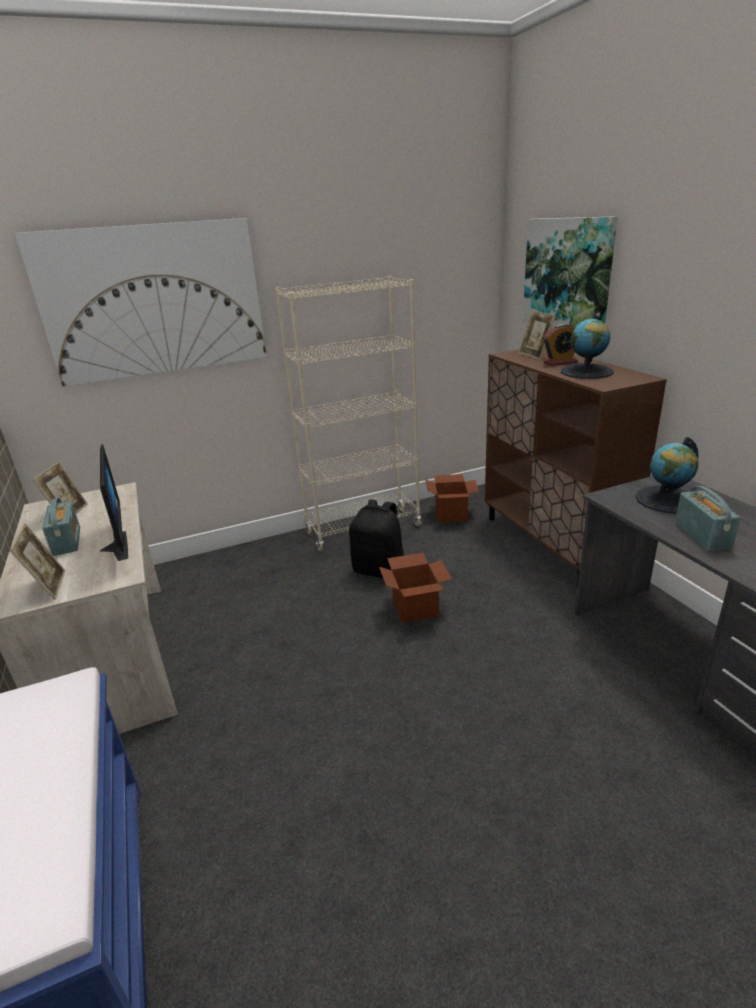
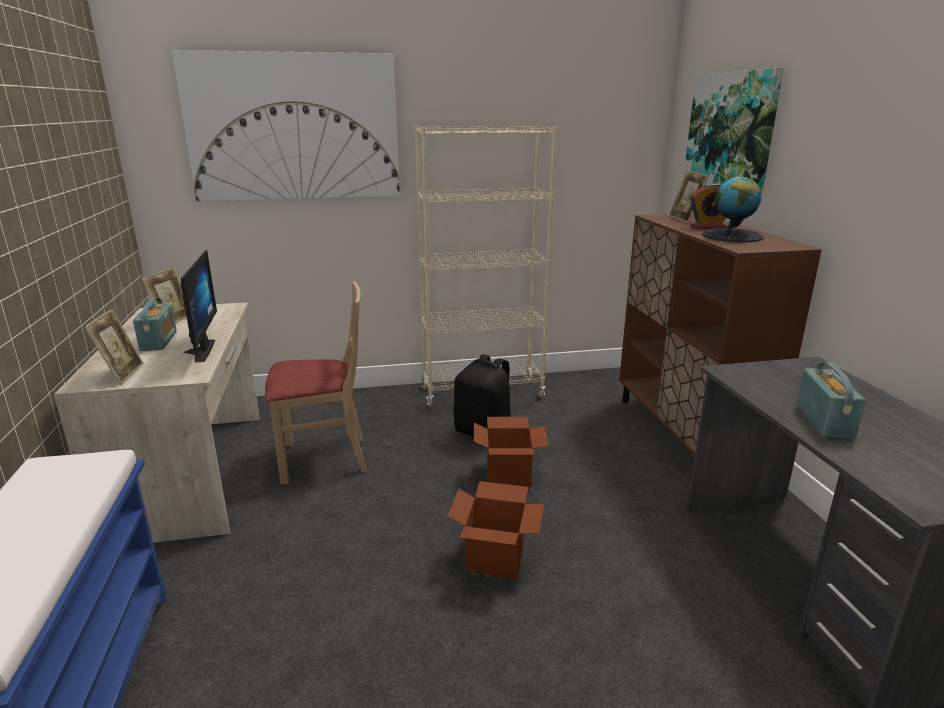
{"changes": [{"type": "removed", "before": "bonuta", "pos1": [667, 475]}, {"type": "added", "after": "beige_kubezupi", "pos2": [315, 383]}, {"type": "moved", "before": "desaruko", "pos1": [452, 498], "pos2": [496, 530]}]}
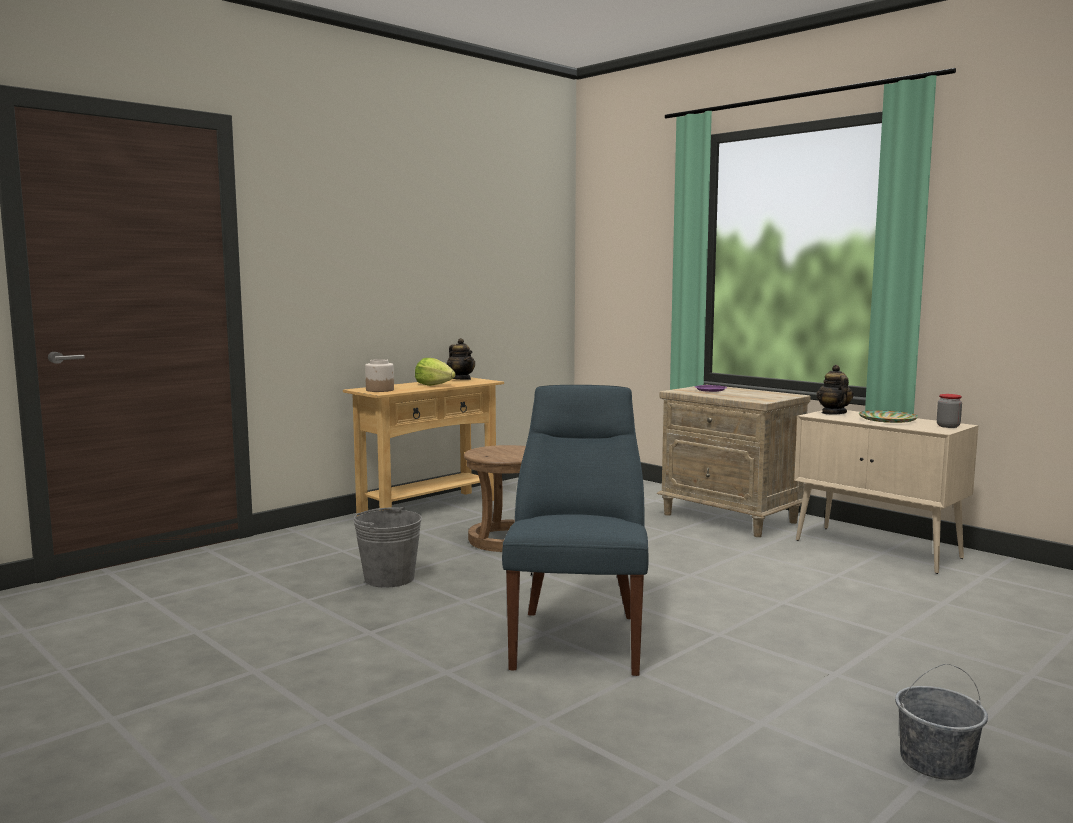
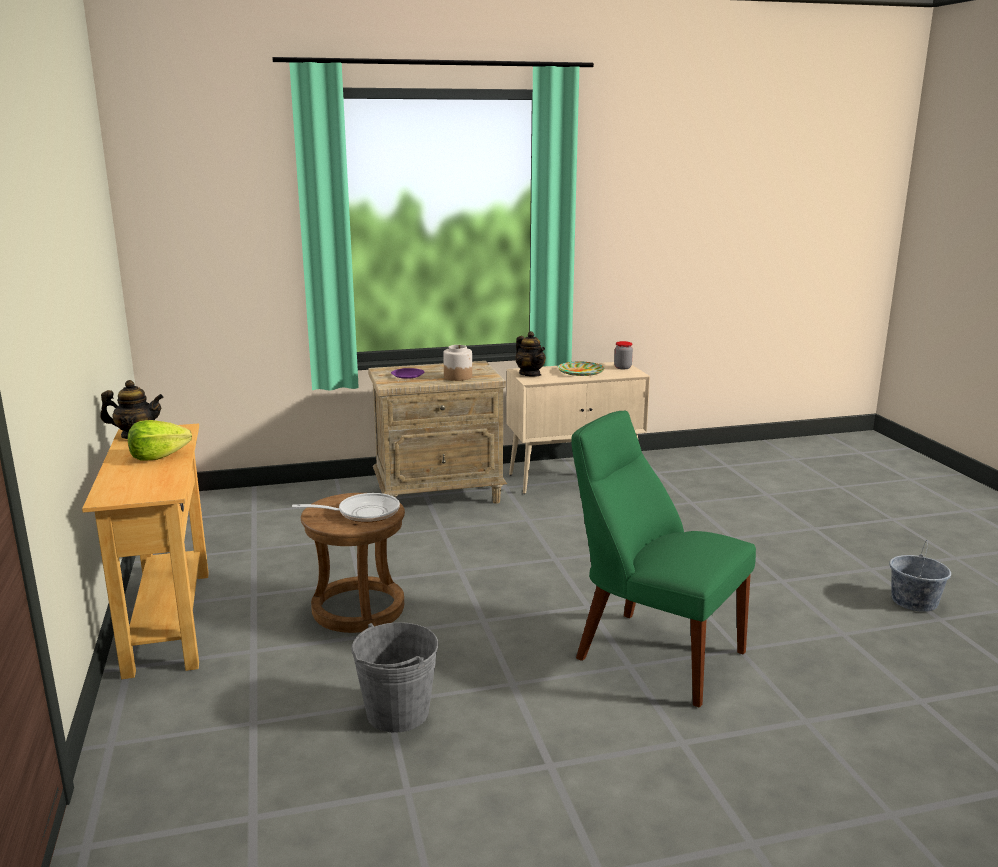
{"changes": [{"type": "added", "after": "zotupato", "pos2": [346, 507]}, {"type": "moved", "before": "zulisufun", "pos1": [379, 375], "pos2": [457, 363]}, {"type": "recoloured", "before": "blue_kubezupi", "after": "green_kubezupi", "pos1": [575, 530], "pos2": [663, 559]}, {"type": "turned", "before": "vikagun", "pos1": [834, 389], "pos2": [530, 354], "turn": -150}]}
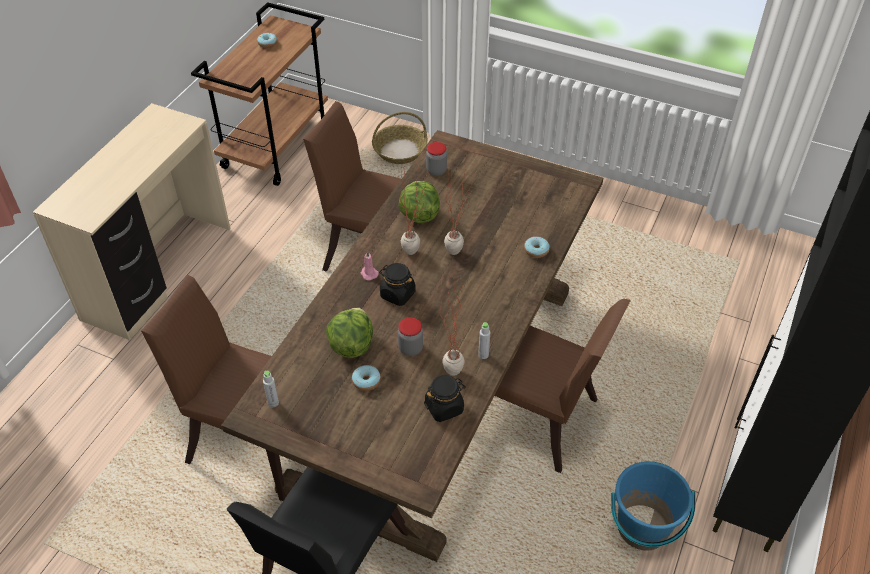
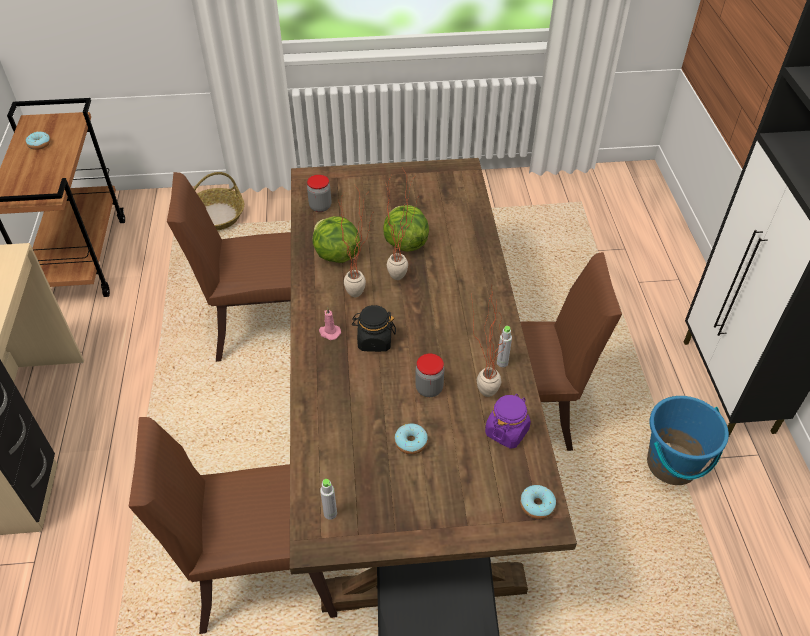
{"changes": [{"type": "moved", "before": "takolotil", "pos1": [349, 333], "pos2": [406, 228]}, {"type": "moved", "before": "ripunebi", "pos1": [537, 247], "pos2": [538, 502]}, {"type": "recoloured", "before": "black_zulisufun", "after": "purple_zulisufun", "pos1": [444, 398], "pos2": [508, 421]}]}
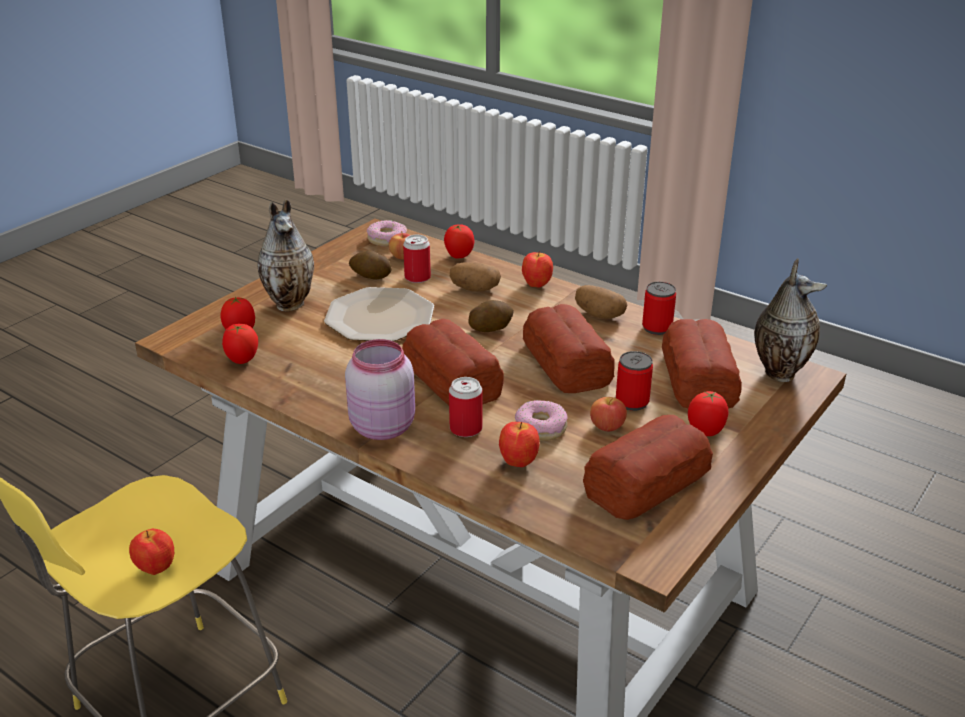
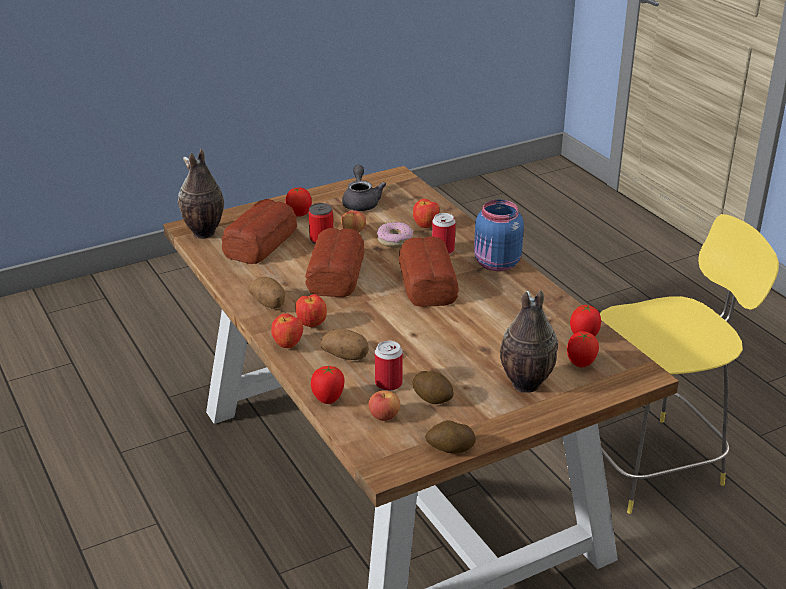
{"changes": [{"type": "removed", "before": "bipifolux", "pos1": [379, 314]}, {"type": "removed", "before": "ripunebi", "pos1": [387, 233]}, {"type": "removed", "before": "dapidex", "pos1": [659, 308]}, {"type": "moved", "before": "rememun", "pos1": [151, 552], "pos2": [311, 310]}, {"type": "moved", "before": "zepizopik", "pos1": [491, 316], "pos2": [450, 436]}, {"type": "replaced", "before": "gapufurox", "after": "grey_vikagun", "pos1": [648, 467], "pos2": [364, 188]}, {"type": "recoloured", "before": "pink_zulisufun", "after": "blue_zulisufun", "pos1": [380, 389], "pos2": [499, 235]}]}
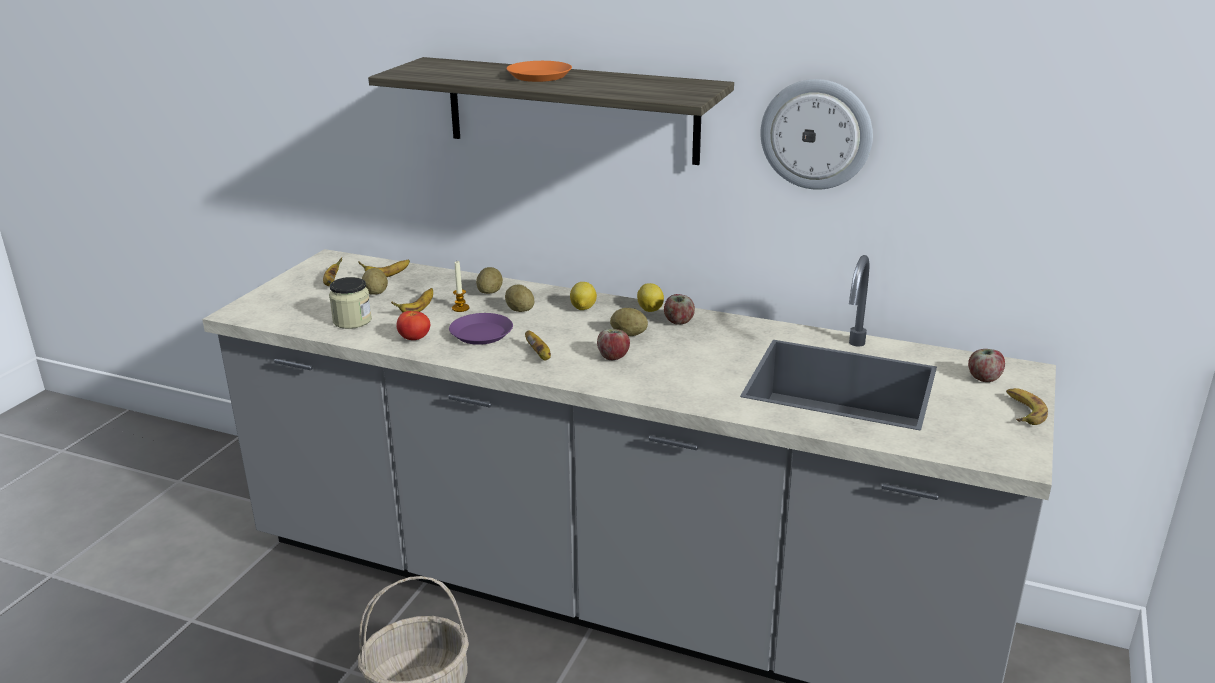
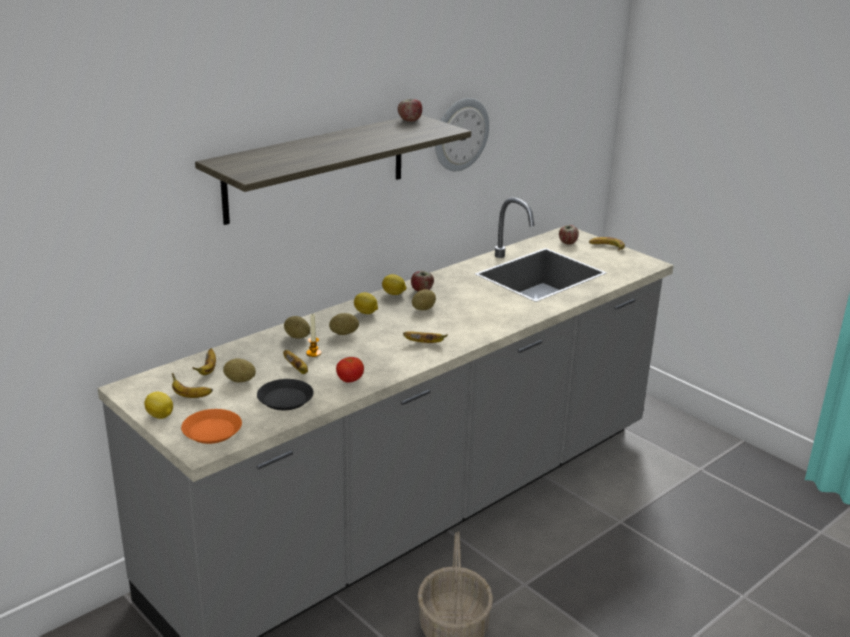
{"changes": [{"type": "removed", "before": "purple_bipifolux", "pos1": [481, 329]}, {"type": "added", "after": "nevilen", "pos2": [158, 405]}, {"type": "moved", "before": "orange_bipifolux", "pos1": [539, 71], "pos2": [211, 426]}, {"type": "moved", "before": "rememun", "pos1": [613, 344], "pos2": [410, 110]}, {"type": "replaced", "before": "zulisufun", "after": "black_bipifolux", "pos1": [350, 303], "pos2": [285, 394]}]}
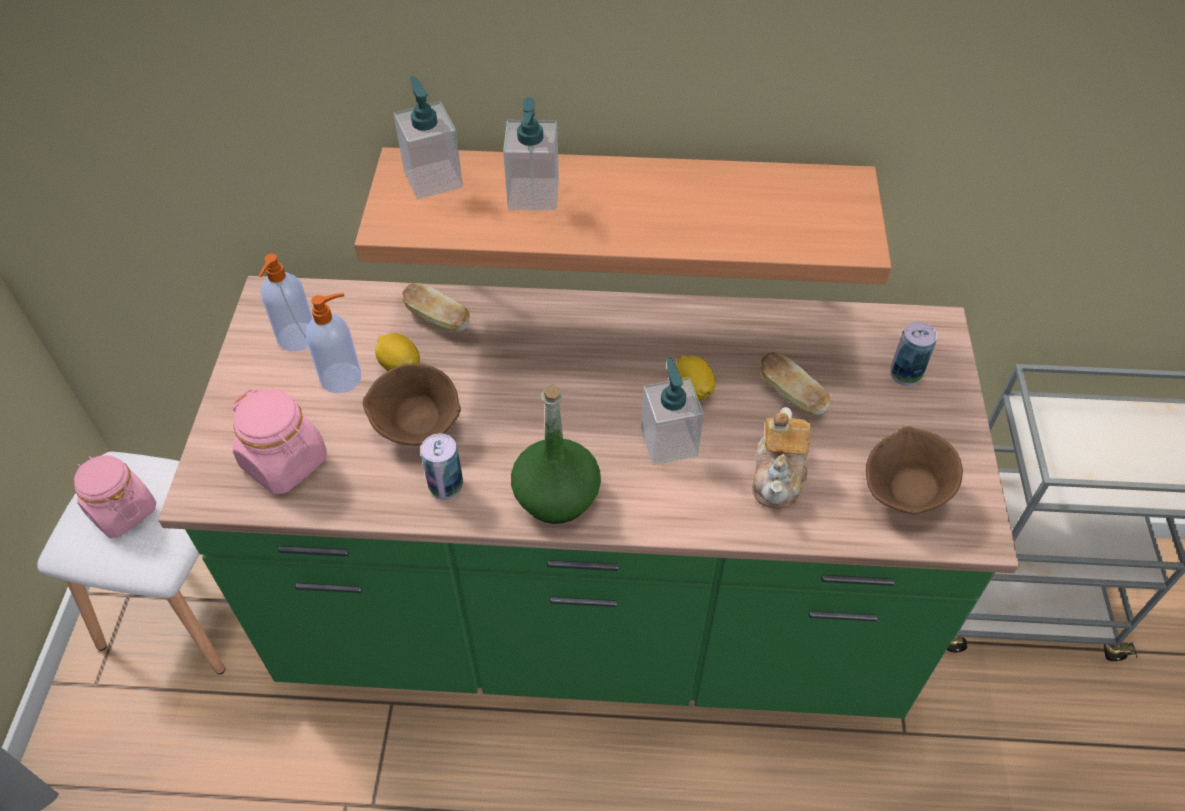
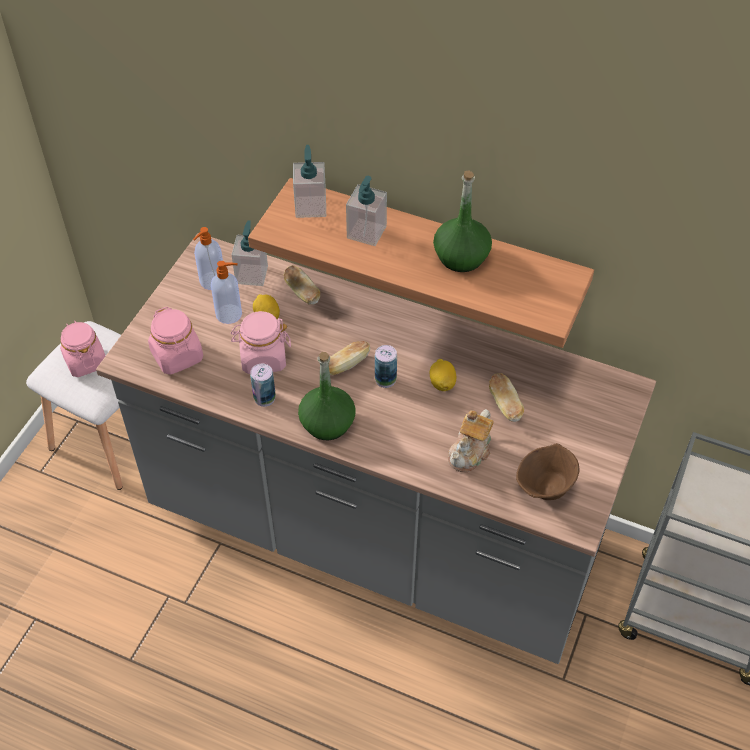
{"changes": [{"type": "added", "after": "gapufurox", "pos2": [349, 358]}, {"type": "added", "after": "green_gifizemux", "pos2": [462, 221]}, {"type": "moved", "before": "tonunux", "pos1": [672, 411], "pos2": [250, 253]}, {"type": "moved", "before": "dapidex", "pos1": [913, 354], "pos2": [386, 366]}, {"type": "replaced", "before": "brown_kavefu", "after": "pink_zulisufun", "pos1": [412, 404], "pos2": [261, 342]}, {"type": "recoloured", "before": "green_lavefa", "after": "grey_lavefa", "pos1": [588, 497], "pos2": [376, 448]}]}
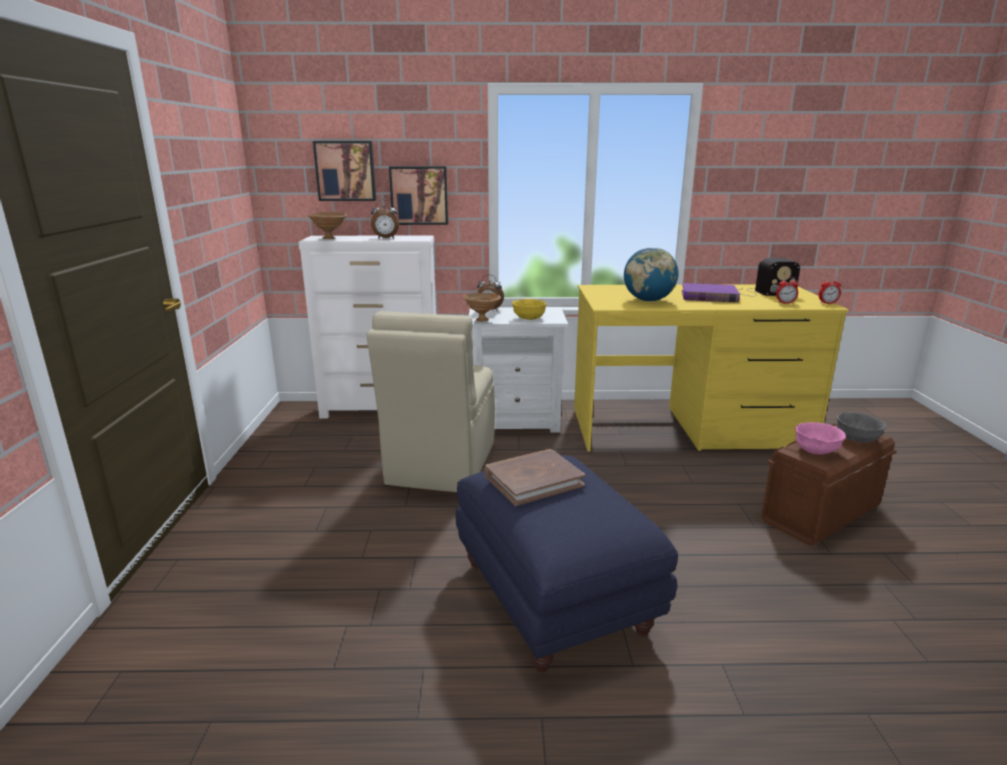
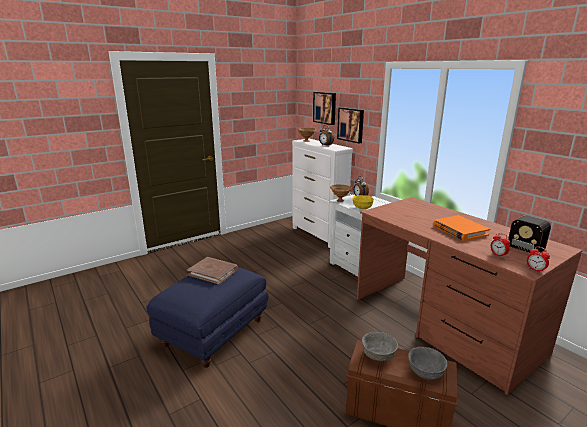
{"changes": [{"type": "removed", "before": "beige_kubezupi", "pos1": [431, 401]}, {"type": "removed", "before": "bonuta", "pos1": [651, 274]}, {"type": "recoloured", "before": "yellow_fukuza", "after": "brown_fukuza", "pos1": [711, 367], "pos2": [470, 296]}, {"type": "recoloured", "before": "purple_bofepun", "after": "orange_bofepun", "pos1": [711, 293], "pos2": [462, 228]}, {"type": "recoloured", "before": "pink_kavefu", "after": "grey_kavefu", "pos1": [820, 438], "pos2": [380, 346]}]}
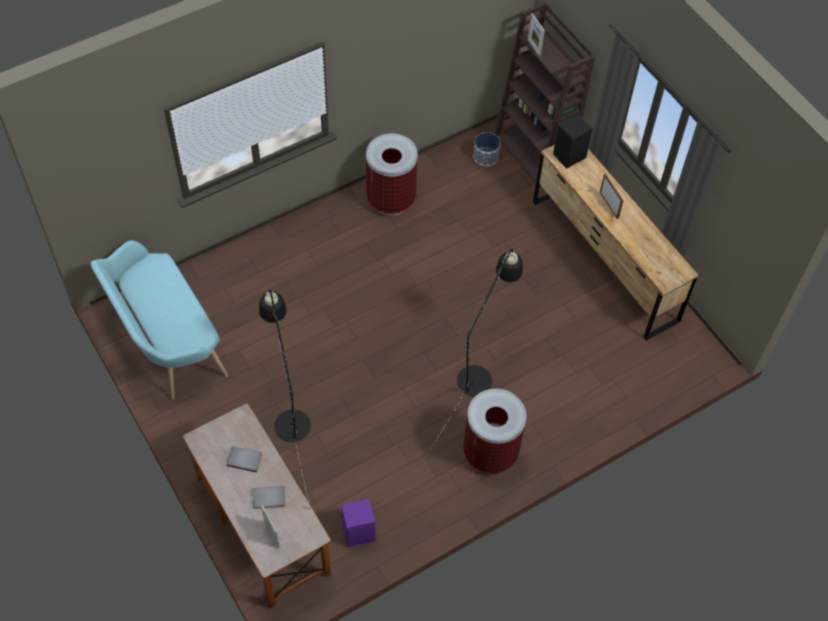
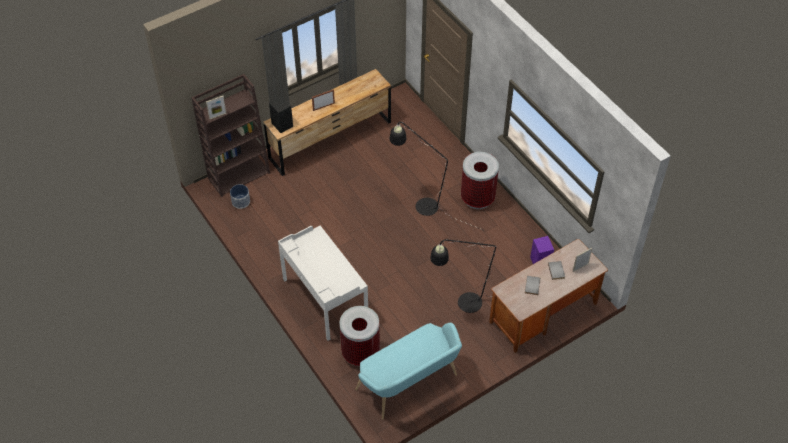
{"changes": [{"type": "added", "after": "white_fukuza", "pos2": [323, 283]}, {"type": "moved", "before": "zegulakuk", "pos1": [392, 174], "pos2": [360, 336]}]}
